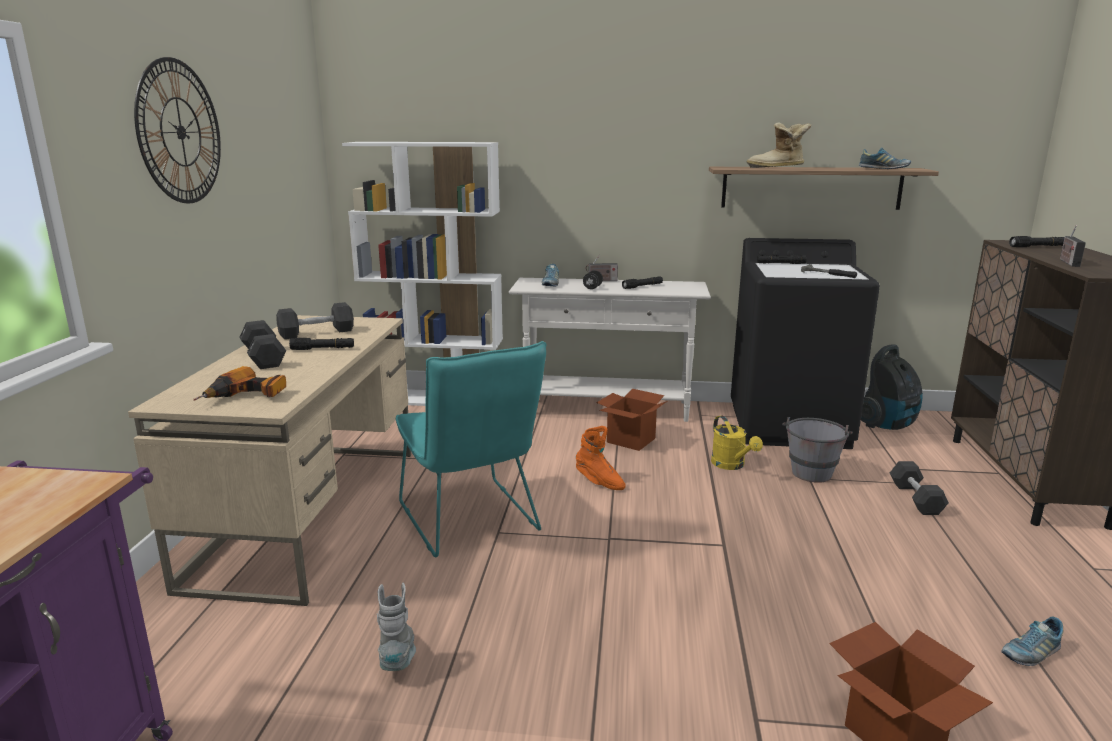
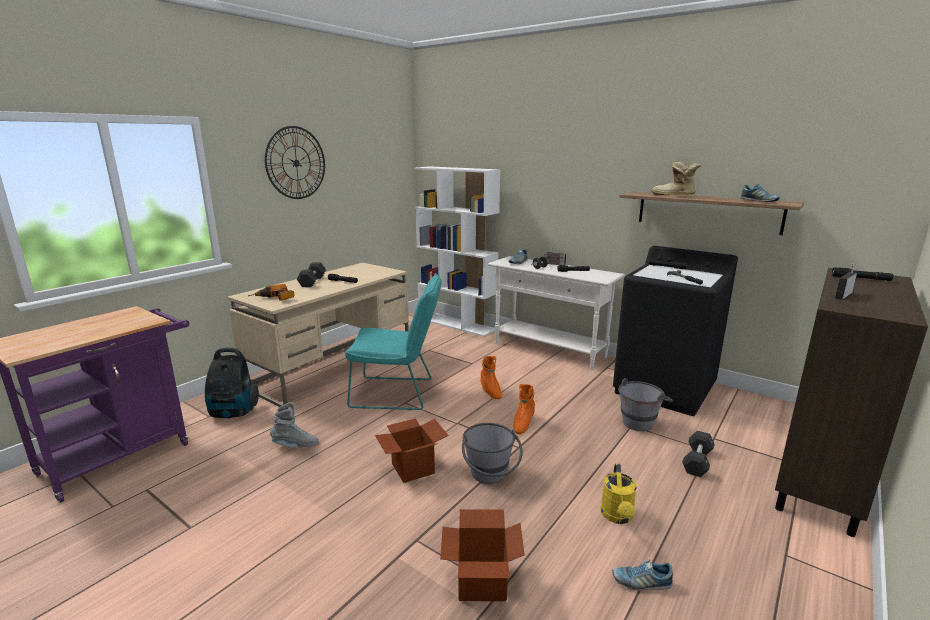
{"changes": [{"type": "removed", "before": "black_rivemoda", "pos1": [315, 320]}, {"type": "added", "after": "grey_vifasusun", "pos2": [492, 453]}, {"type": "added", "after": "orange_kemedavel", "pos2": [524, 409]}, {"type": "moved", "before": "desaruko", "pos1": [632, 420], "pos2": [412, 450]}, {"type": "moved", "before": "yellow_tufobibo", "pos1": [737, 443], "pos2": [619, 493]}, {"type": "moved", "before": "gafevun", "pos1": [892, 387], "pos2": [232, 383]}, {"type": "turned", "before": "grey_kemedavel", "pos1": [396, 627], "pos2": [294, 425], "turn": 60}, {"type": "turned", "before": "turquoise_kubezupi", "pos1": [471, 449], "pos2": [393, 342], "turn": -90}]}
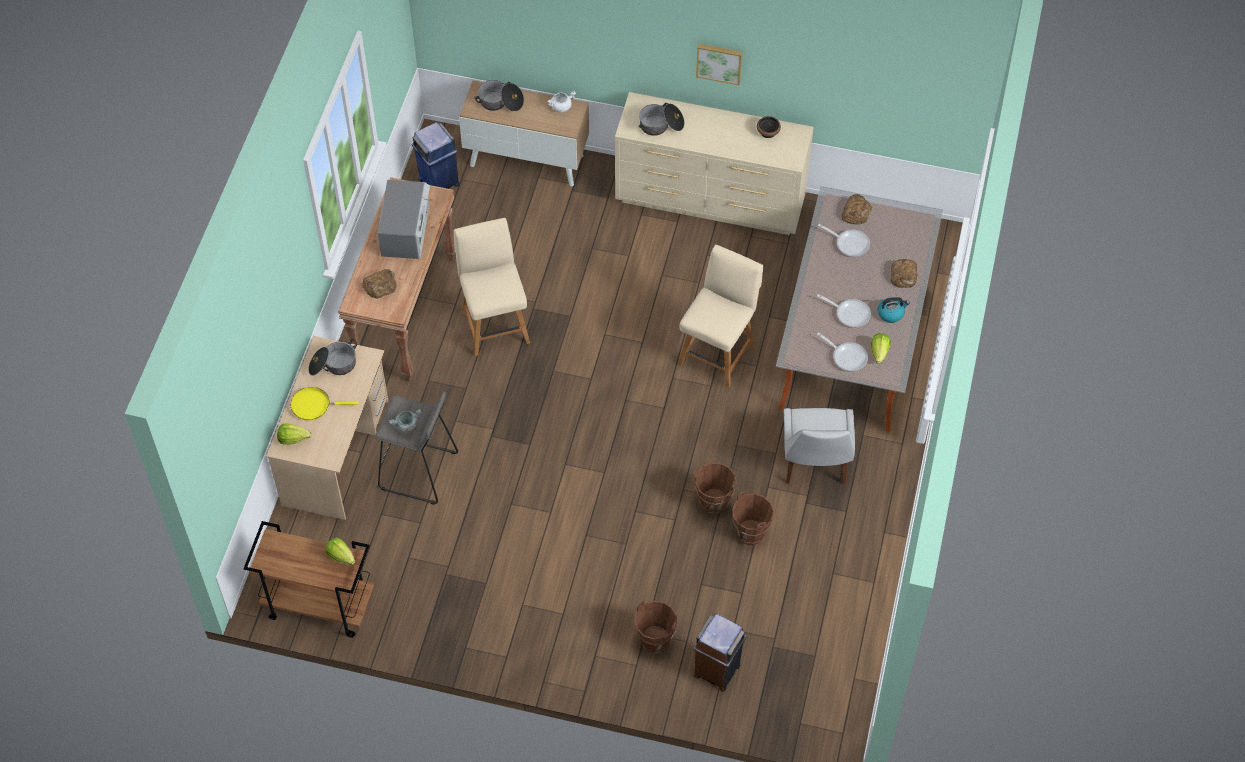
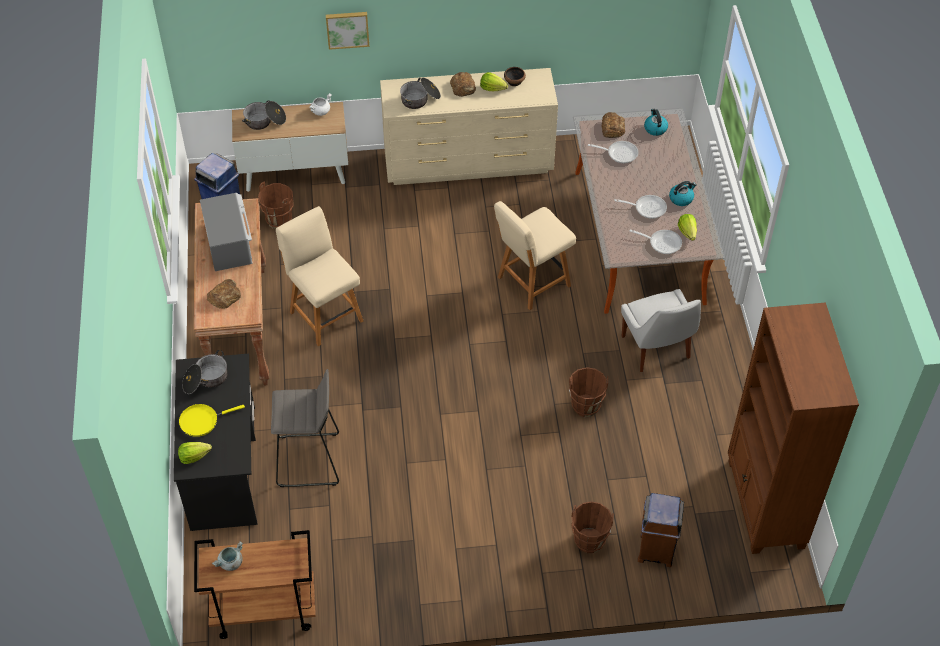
{"changes": [{"type": "added", "after": "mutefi", "pos2": [656, 122]}, {"type": "added", "after": "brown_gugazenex", "pos2": [793, 428]}, {"type": "moved", "before": "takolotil", "pos1": [340, 551], "pos2": [494, 81]}, {"type": "moved", "before": "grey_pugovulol", "pos1": [405, 421], "pos2": [227, 556]}, {"type": "moved", "before": "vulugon", "pos1": [719, 64], "pos2": [347, 31]}, {"type": "moved", "before": "brown_vifasusun", "pos1": [753, 518], "pos2": [276, 205]}, {"type": "moved", "before": "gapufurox", "pos1": [903, 273], "pos2": [463, 84]}, {"type": "recoloured", "before": "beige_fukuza", "after": "black_fukuza", "pos1": [327, 428], "pos2": [216, 442]}, {"type": "turned", "before": "beige_kubezupi", "pos1": [720, 316], "pos2": [535, 255], "turn": -135}]}
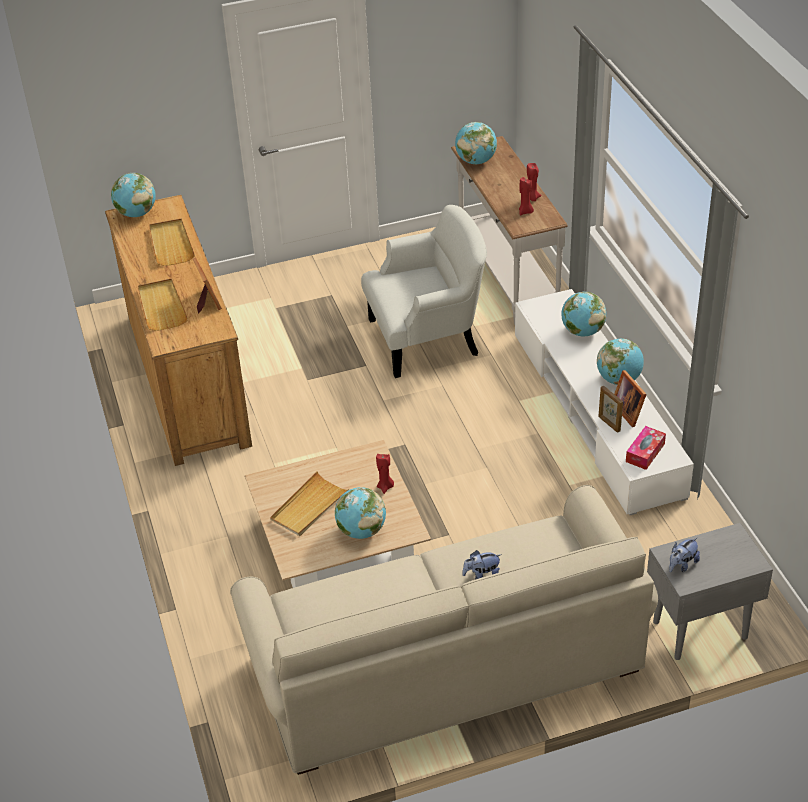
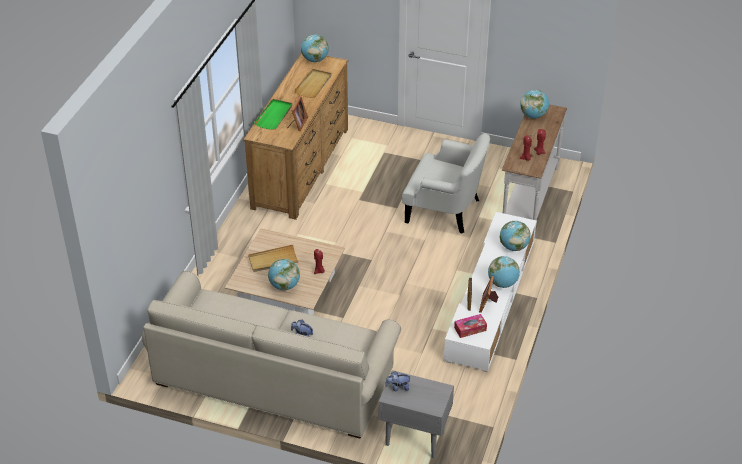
{"changes": [{"type": "recoloured", "before": "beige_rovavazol", "after": "green_rovavazol", "pos1": [163, 304], "pos2": [273, 114]}]}
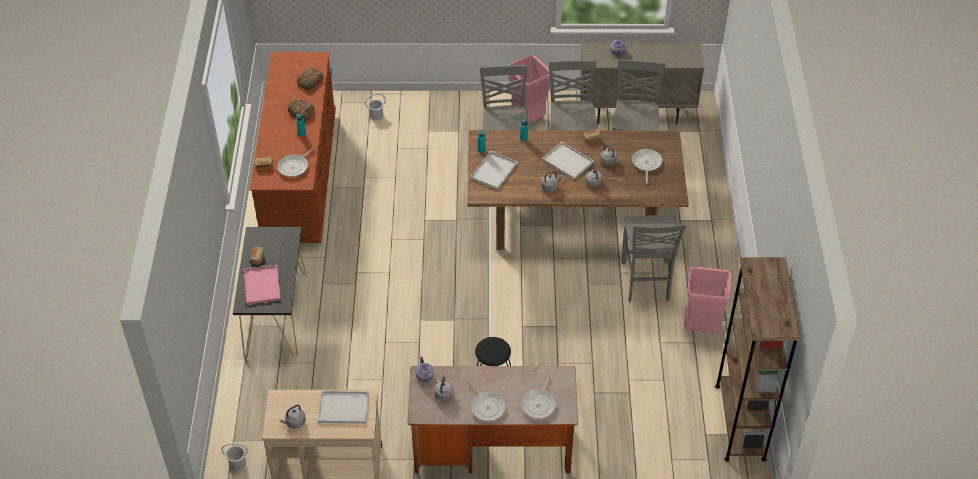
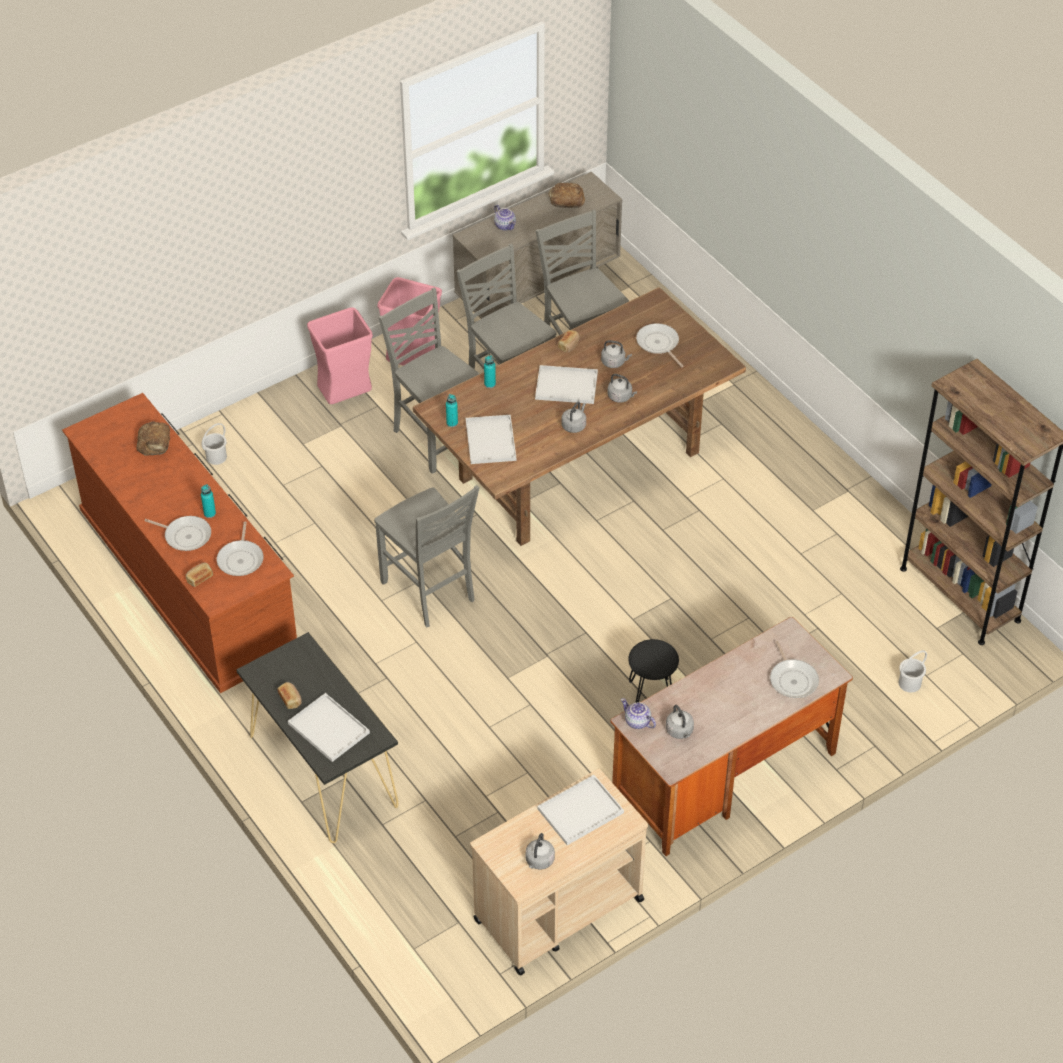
{"changes": [{"type": "moved", "before": "white_vifasusun", "pos1": [234, 457], "pos2": [913, 671]}, {"type": "moved", "before": "gapufurox", "pos1": [301, 110], "pos2": [566, 195]}, {"type": "moved", "before": "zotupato", "pos1": [487, 400], "pos2": [177, 533]}, {"type": "moved", "before": "grey_kubezupi", "pos1": [654, 259], "pos2": [427, 556]}, {"type": "moved", "before": "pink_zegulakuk", "pos1": [708, 299], "pos2": [340, 355]}, {"type": "recoloured", "before": "pink_rovavazol", "after": "white_rovavazol", "pos1": [262, 285], "pos2": [329, 727]}]}
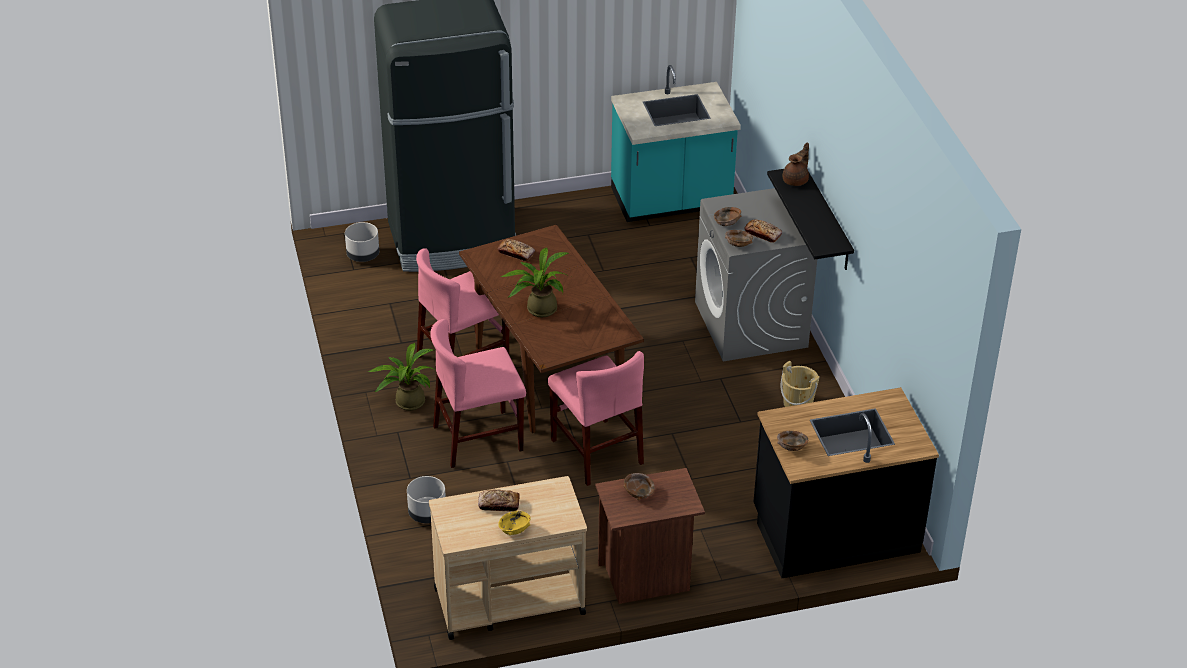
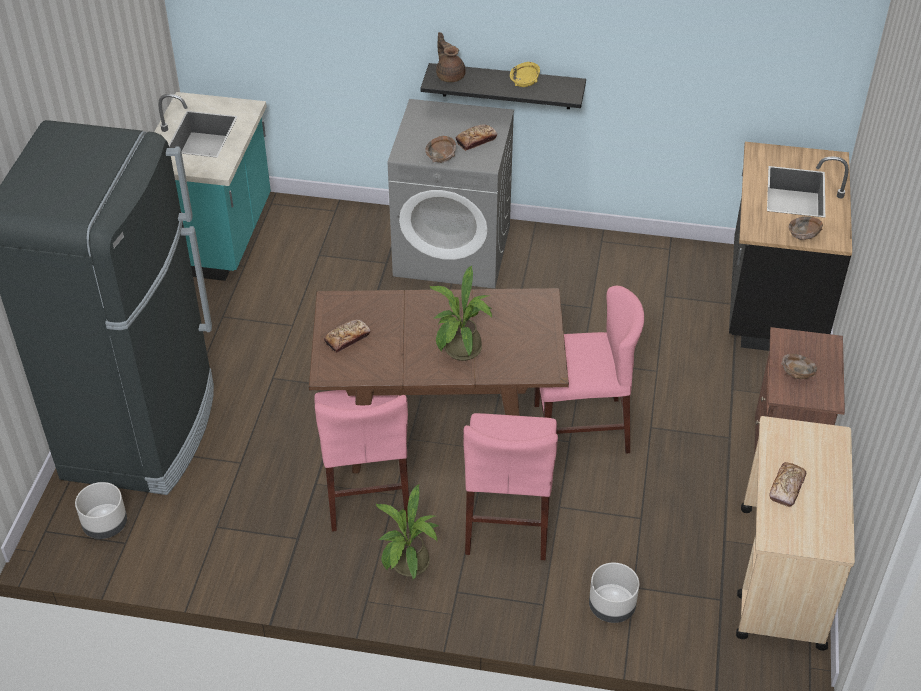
{"changes": [{"type": "removed", "before": "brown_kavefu", "pos1": [739, 238]}, {"type": "removed", "before": "beige_vifasusun", "pos1": [800, 384]}, {"type": "moved", "before": "yellow_kavefu", "pos1": [514, 523], "pos2": [525, 74]}]}
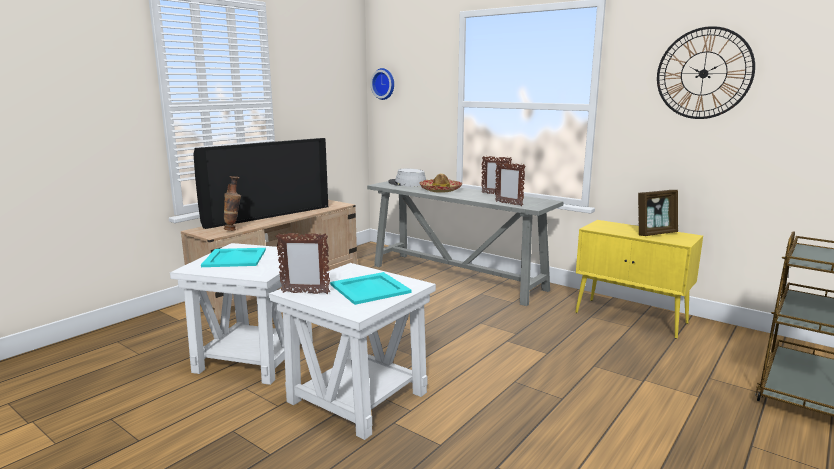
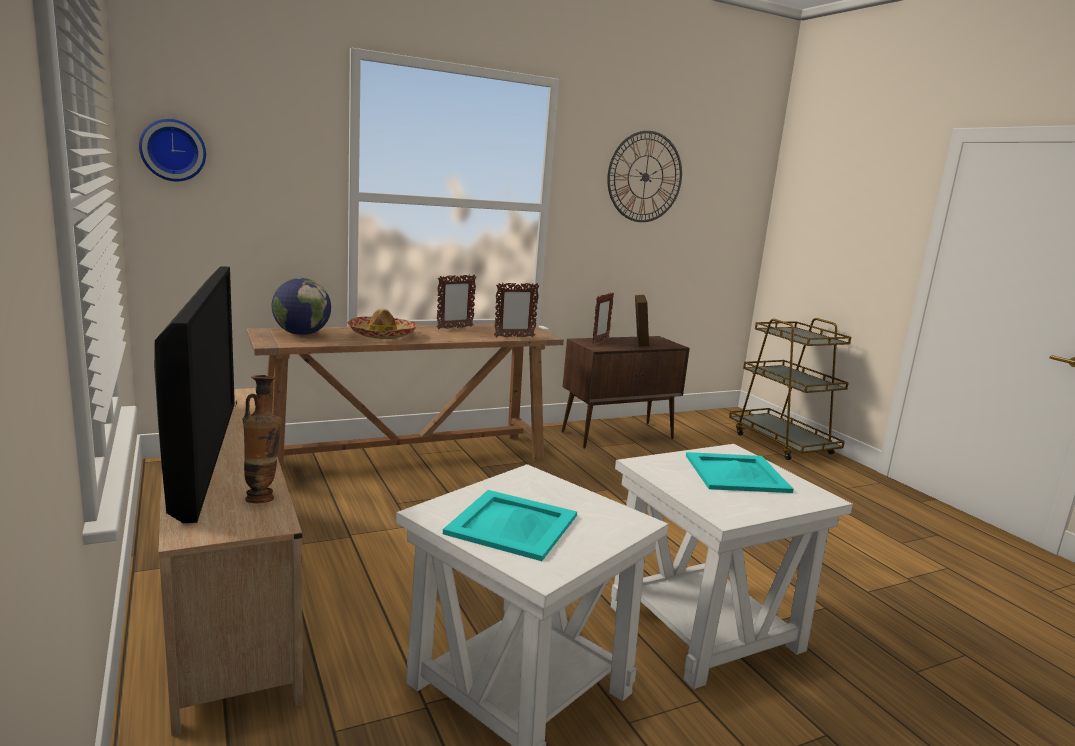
{"changes": [{"type": "moved", "before": "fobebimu", "pos1": [303, 263], "pos2": [603, 318]}, {"type": "replaced", "before": "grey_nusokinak", "after": "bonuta", "pos1": [407, 177], "pos2": [301, 306]}, {"type": "recoloured", "before": "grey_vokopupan", "after": "brown_vokopupan", "pos1": [465, 243], "pos2": [405, 398]}, {"type": "recoloured", "before": "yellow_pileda", "after": "brown_pileda", "pos1": [639, 279], "pos2": [626, 392]}]}
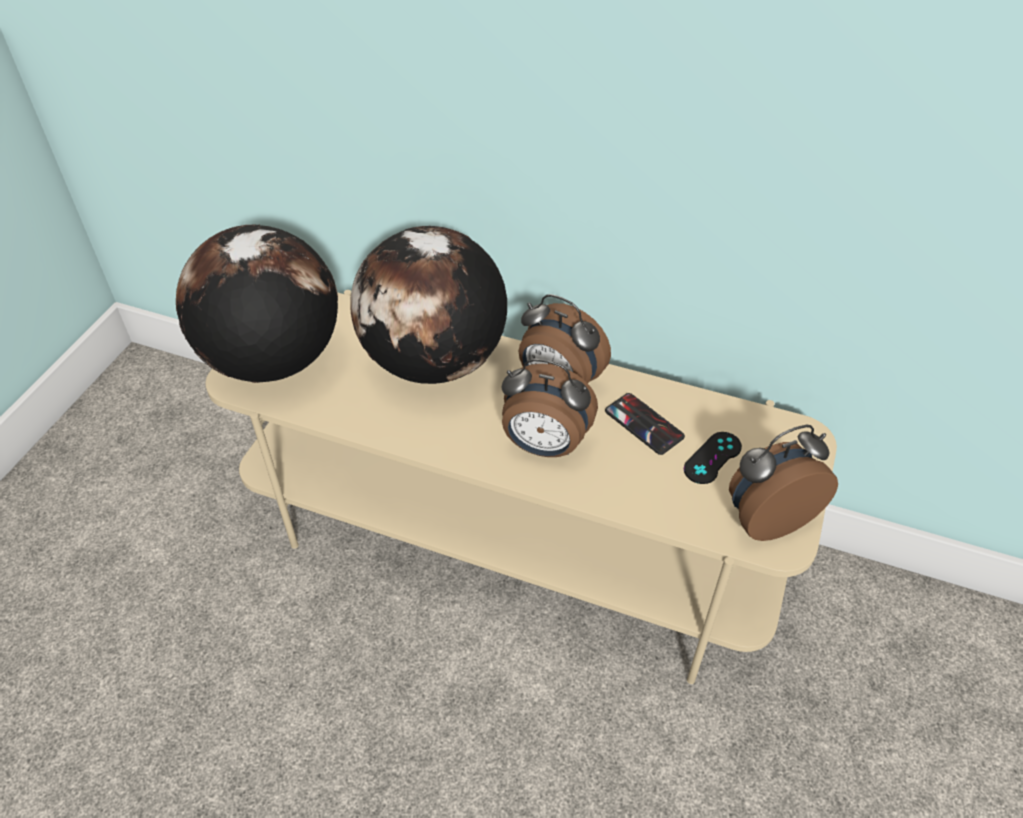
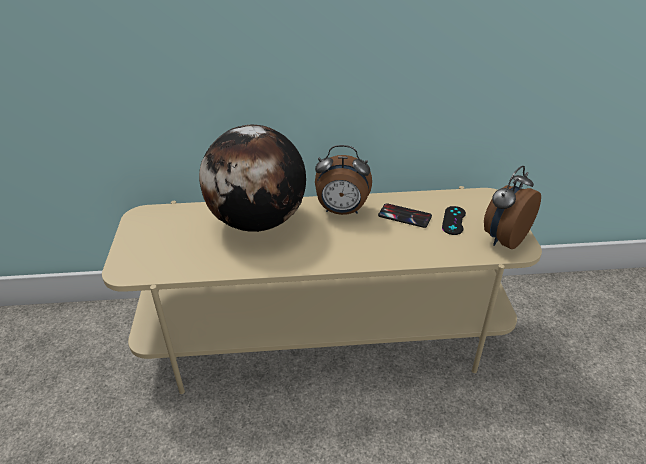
{"changes": [{"type": "removed", "before": "bonuta", "pos1": [257, 303]}, {"type": "removed", "before": "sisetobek", "pos1": [550, 408]}]}
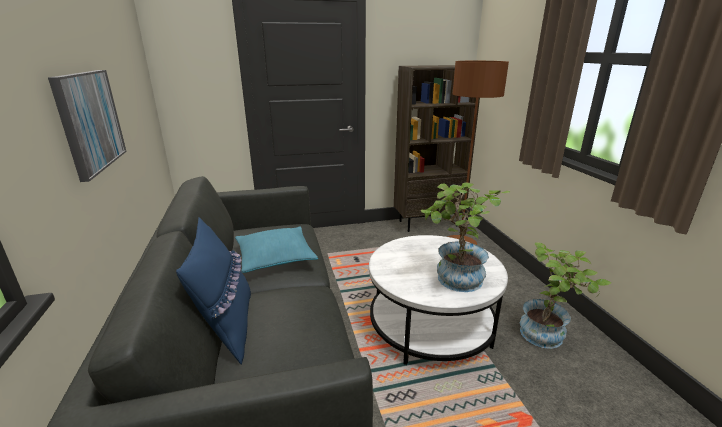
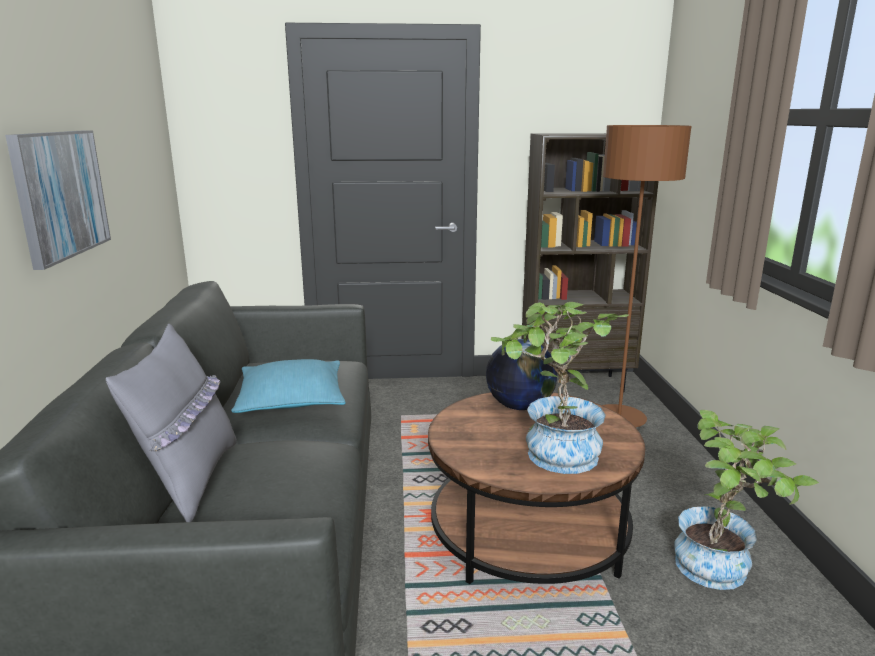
{"changes": [{"type": "added", "after": "bonuta", "pos2": [522, 374]}, {"type": "recoloured", "before": "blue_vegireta", "after": "grey_vegireta", "pos1": [213, 291], "pos2": [171, 423]}, {"type": "recoloured", "before": "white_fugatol", "after": "brown_fugatol", "pos1": [438, 300], "pos2": [536, 488]}]}
